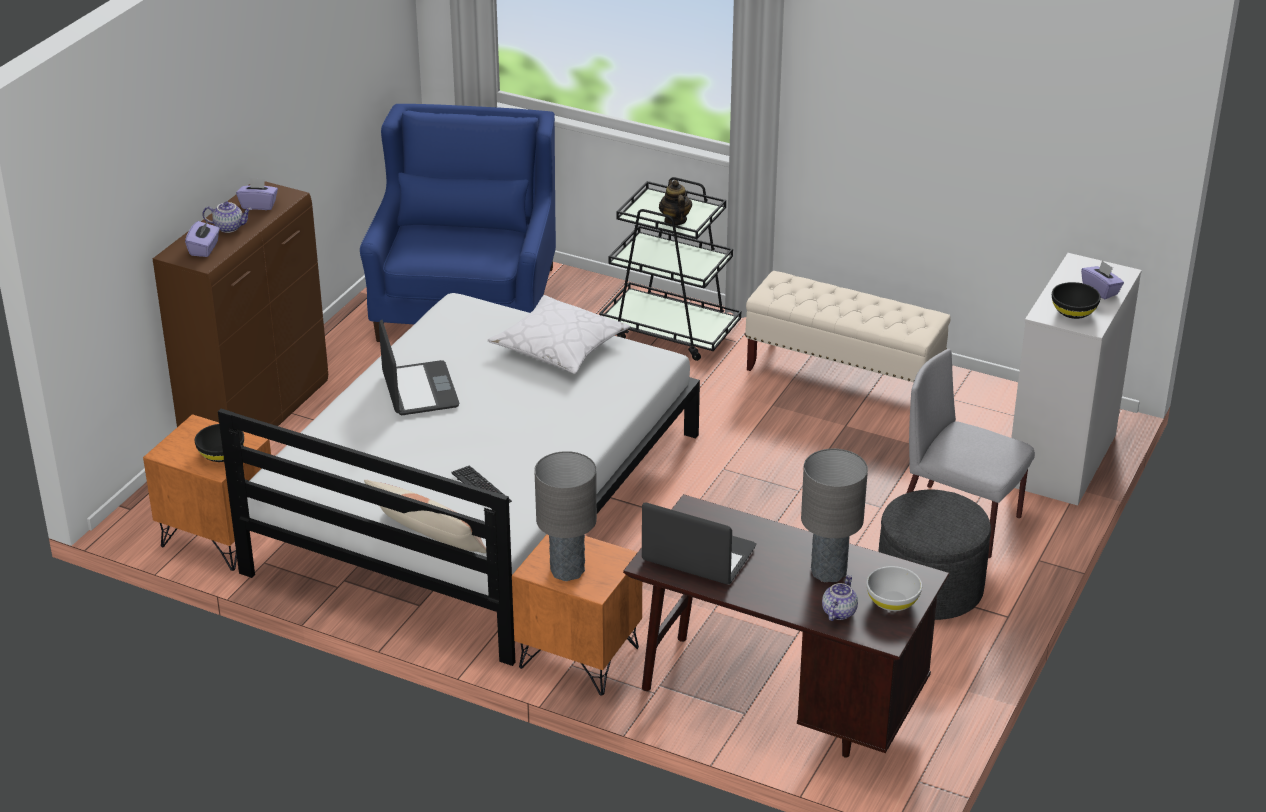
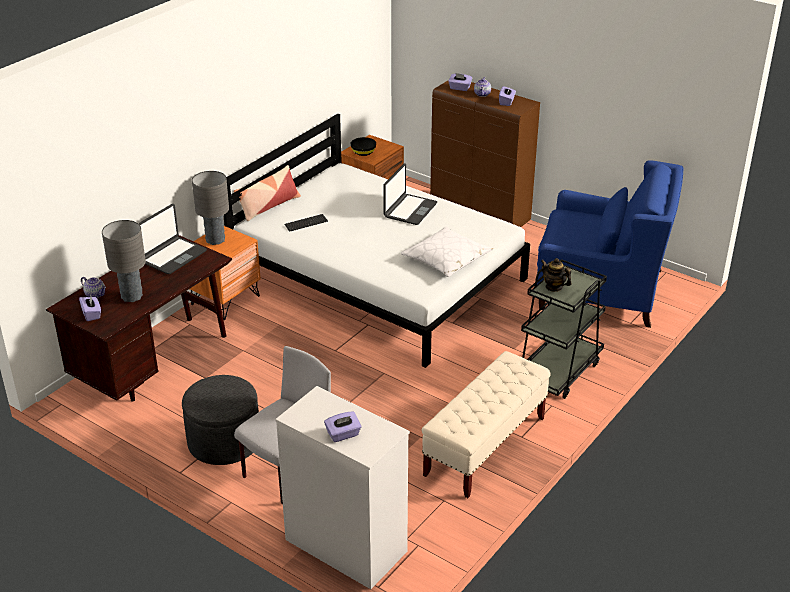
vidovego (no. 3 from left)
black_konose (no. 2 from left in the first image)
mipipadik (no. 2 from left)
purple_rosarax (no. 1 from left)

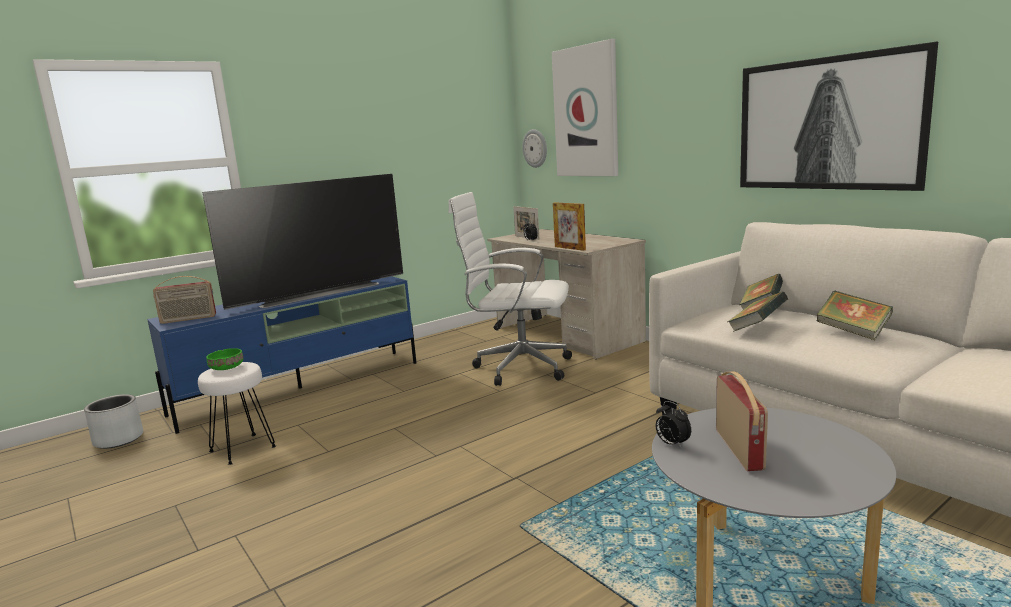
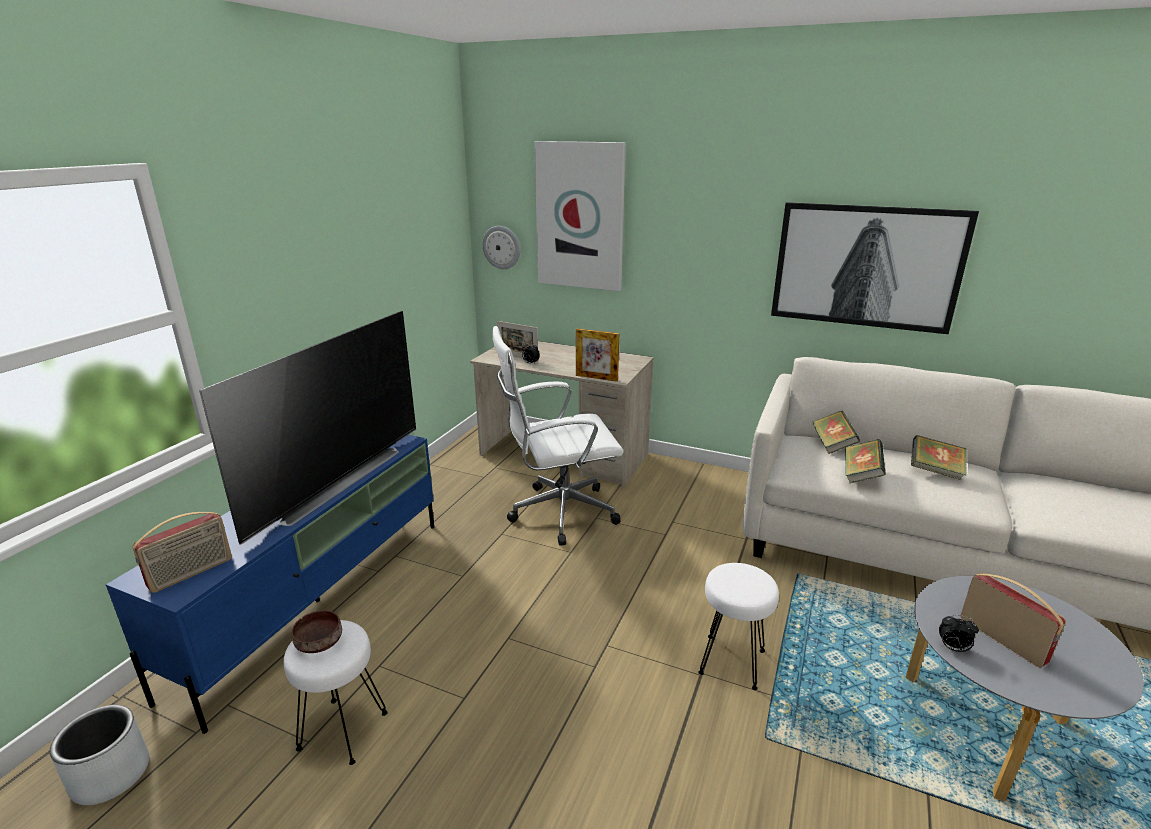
brown_konose
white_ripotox (no. 2 from left)

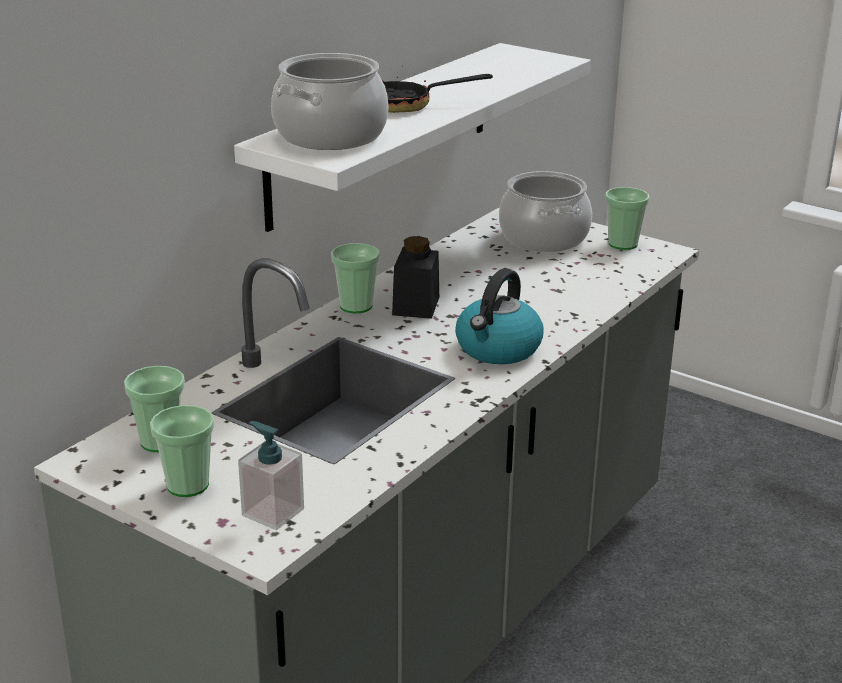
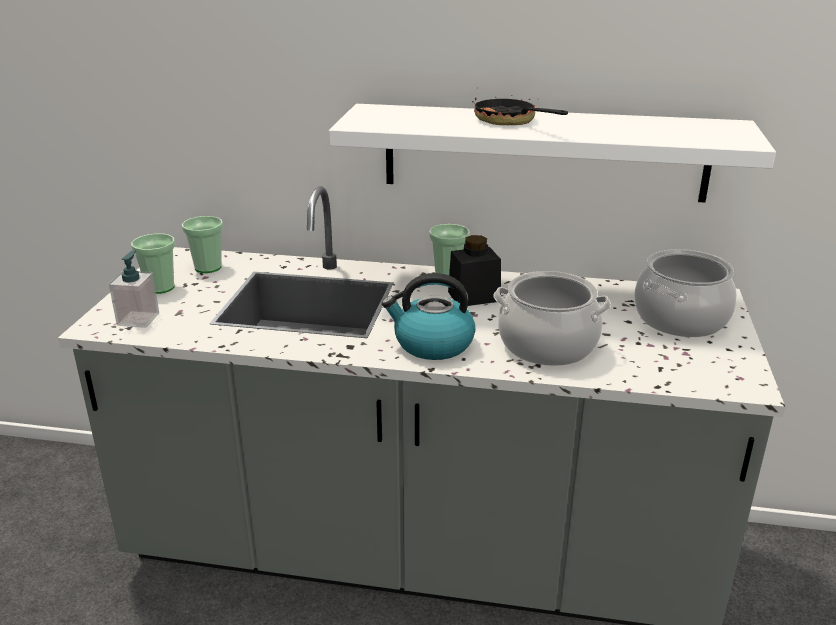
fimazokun (no. 1 from left)
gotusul (no. 4 from left in the first image)

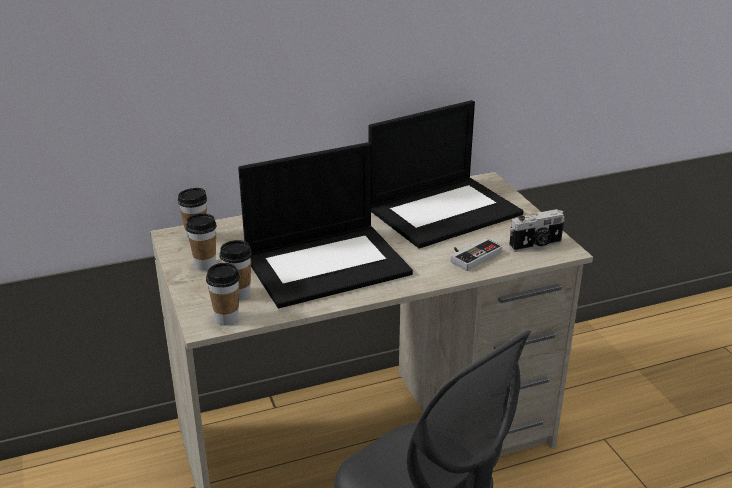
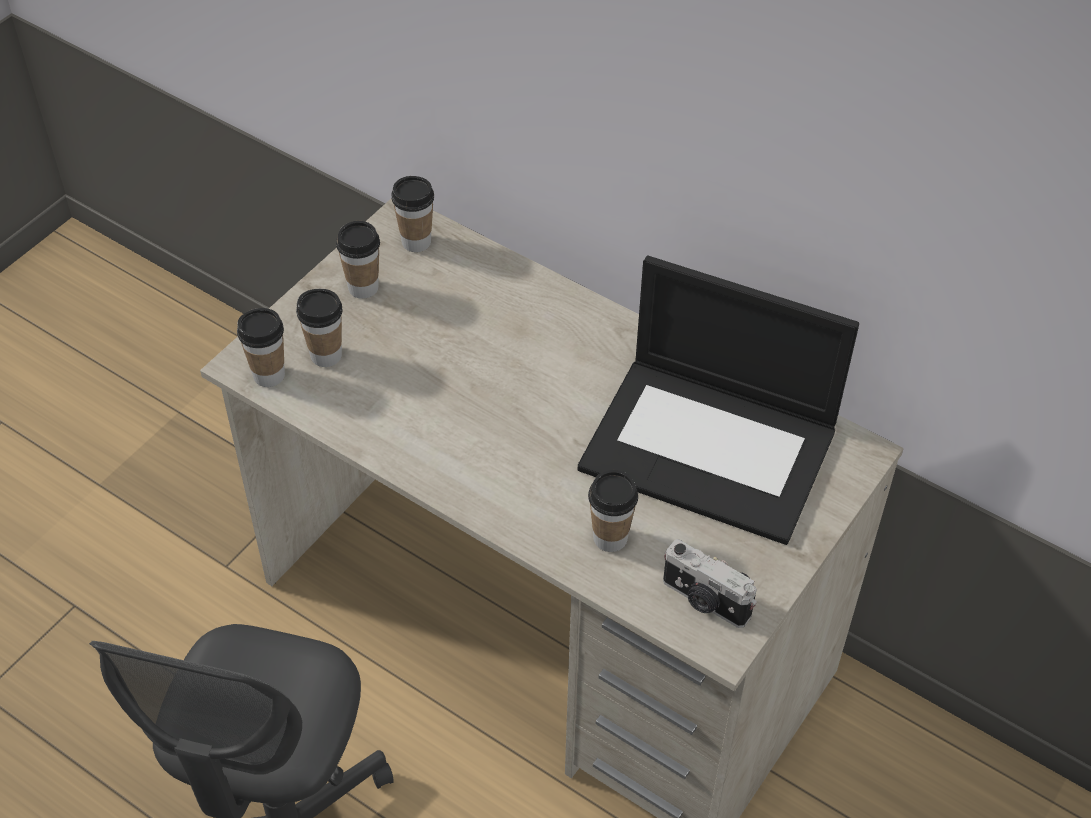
mipipadik (no. 1 from left in the first image)
gotusul (no. 5 from left)

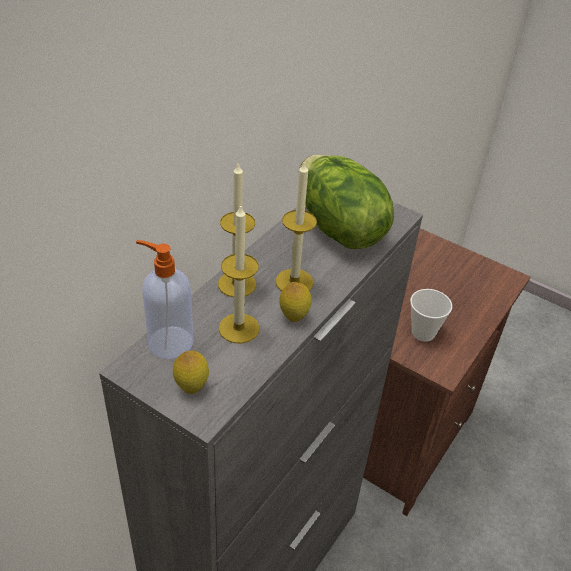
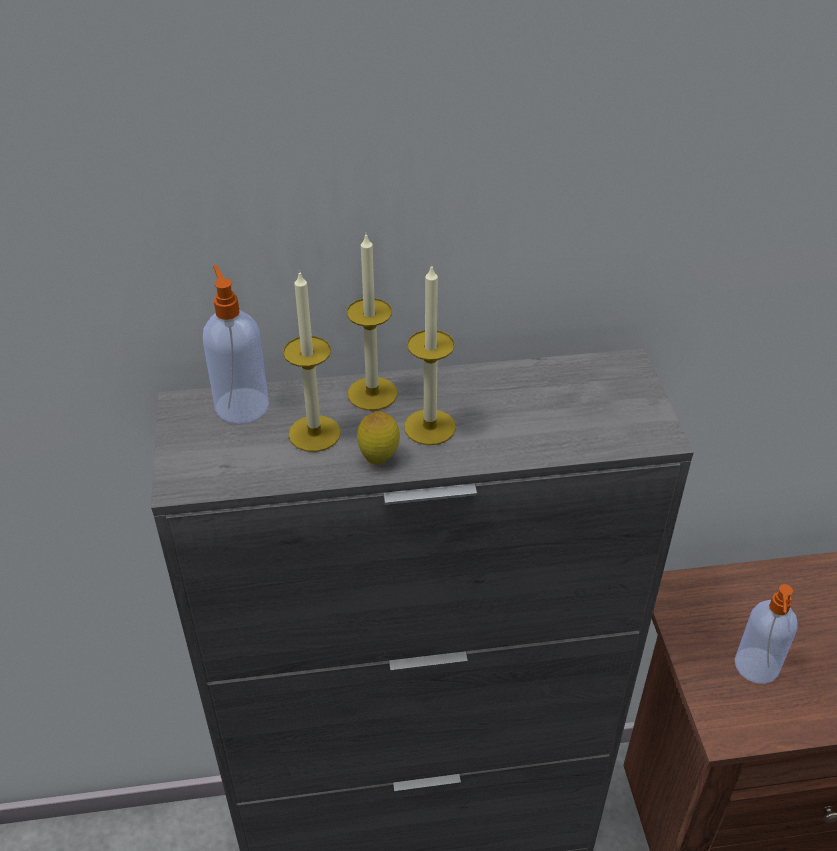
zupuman
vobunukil (no. 2 from left)
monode (no. 1 from left in the first image)

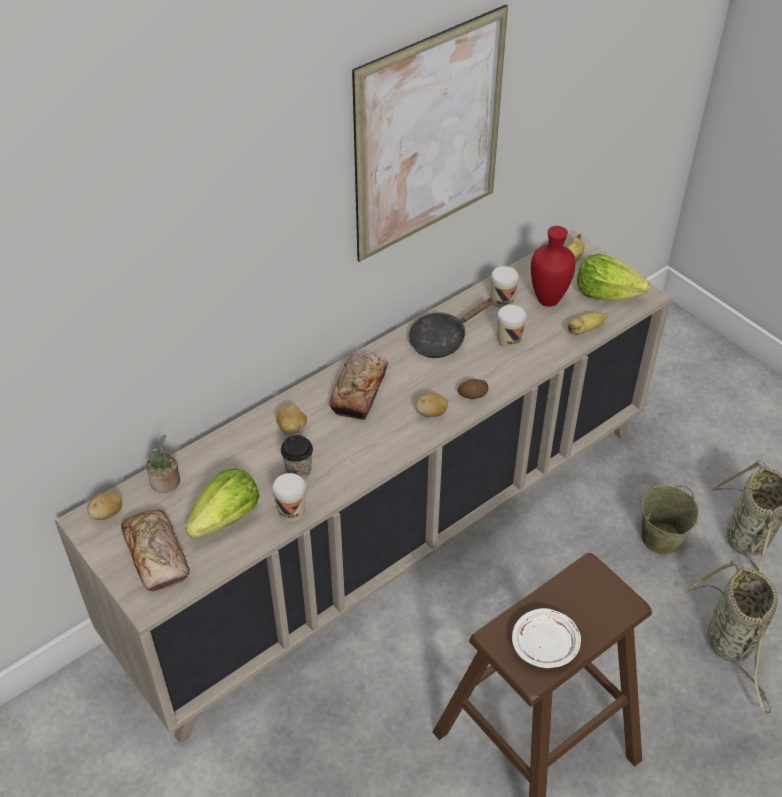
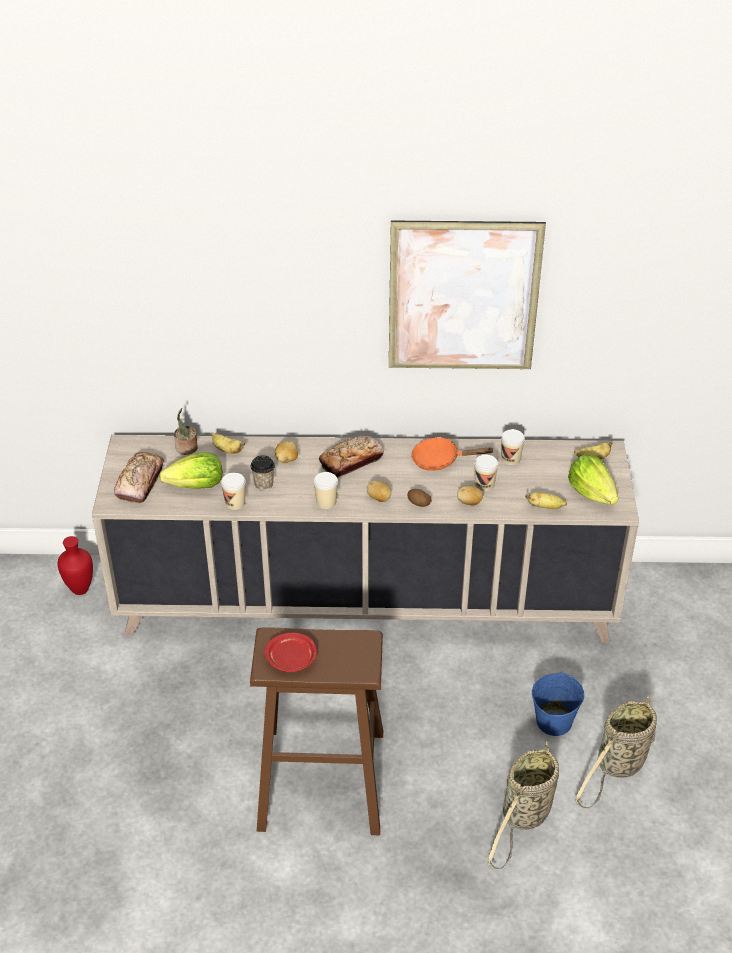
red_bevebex
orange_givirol
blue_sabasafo
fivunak (no. 4 from left)
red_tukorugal
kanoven (no. 1 from left)
gotusul (no. 3 from left)

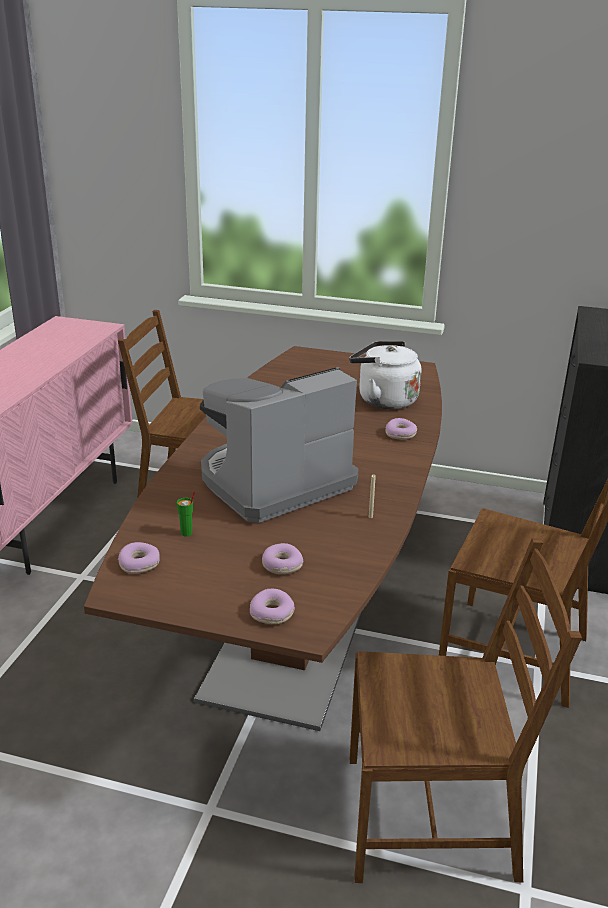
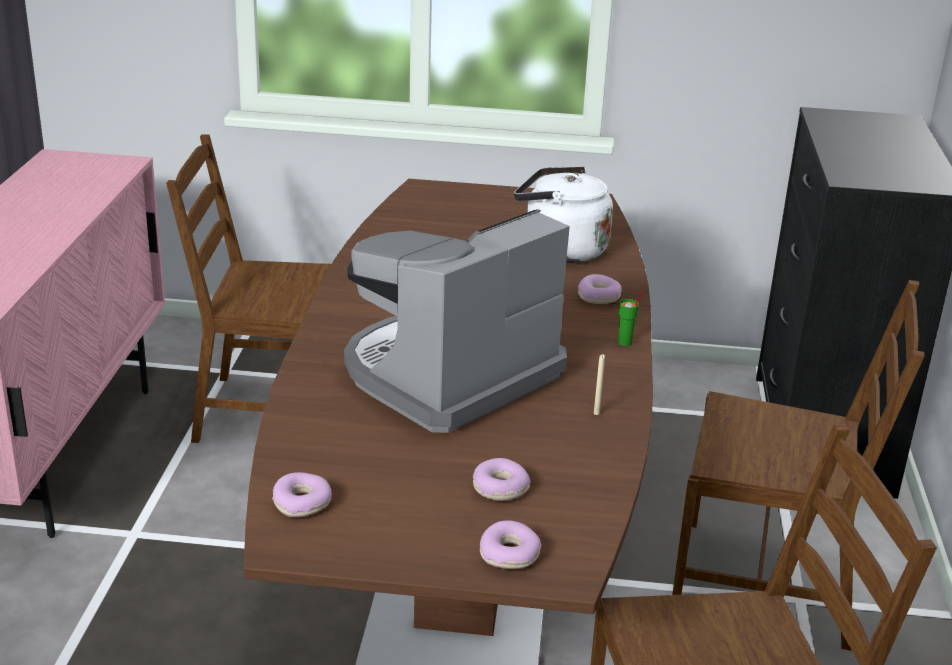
green_gotusul

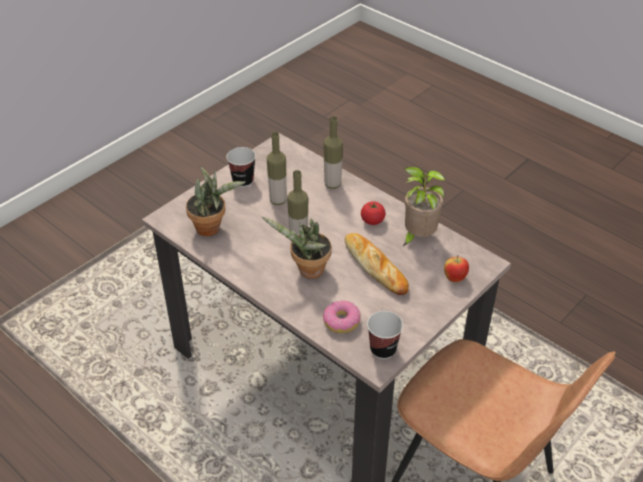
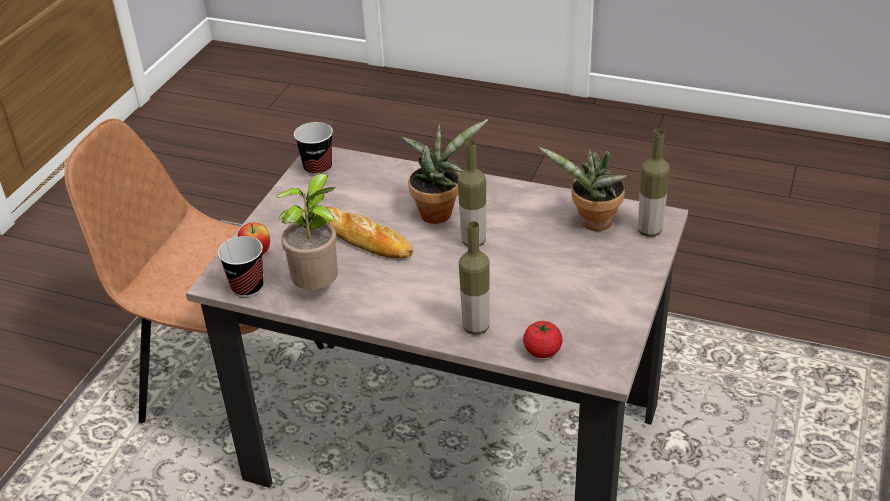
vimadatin (no. 3 from left)
gotusul (no. 1 from left)
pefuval
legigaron

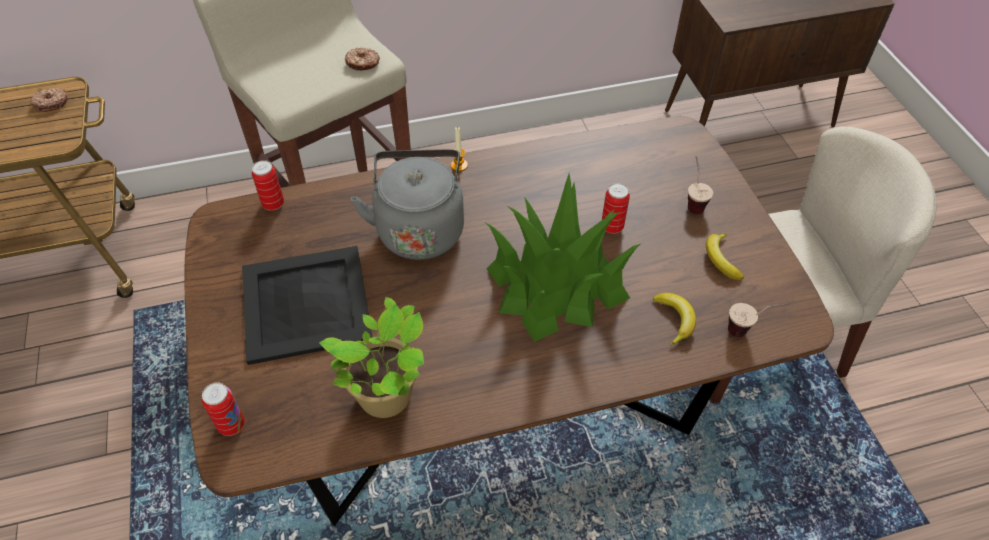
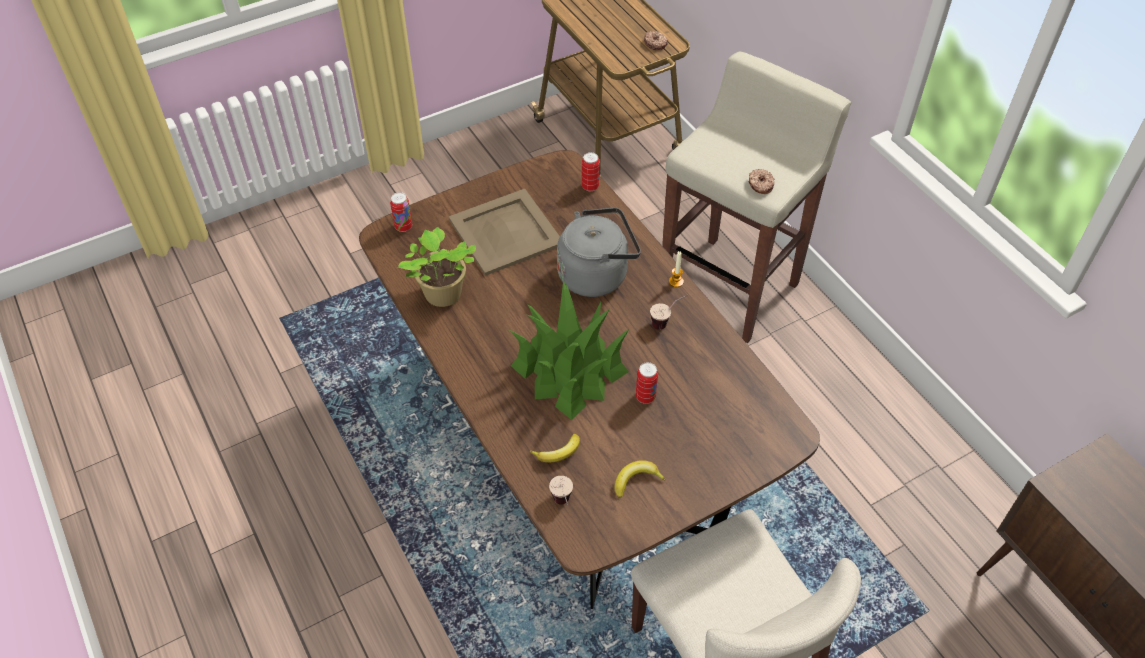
gotusul (no. 2 from left)
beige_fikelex

